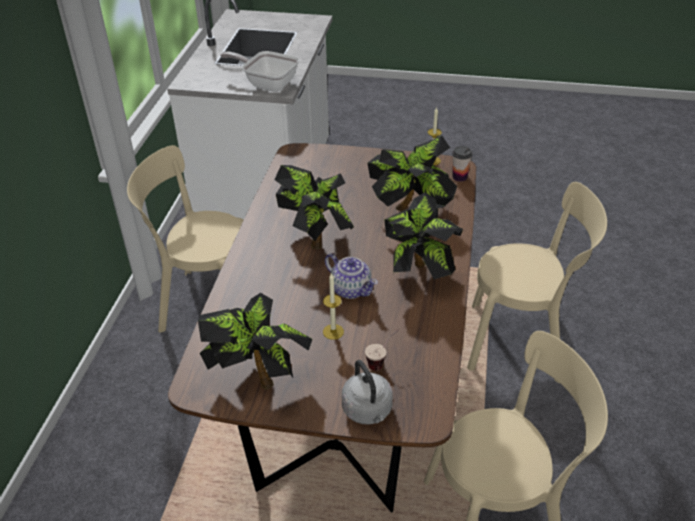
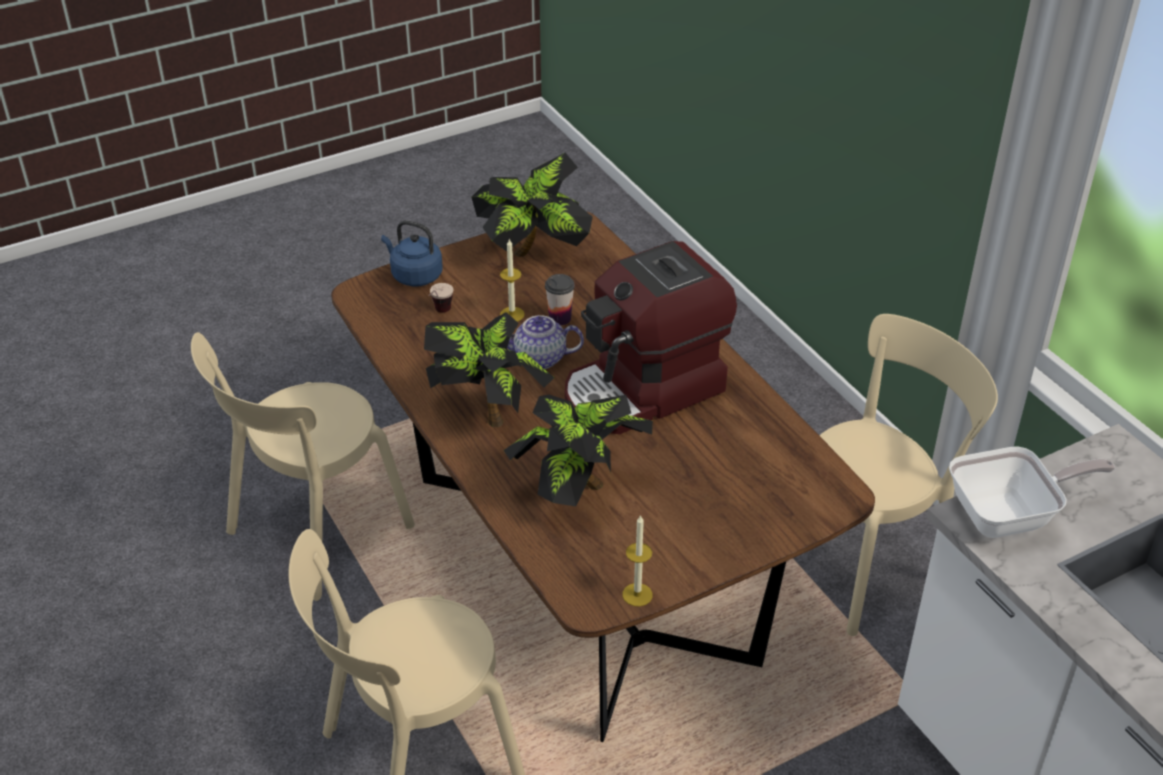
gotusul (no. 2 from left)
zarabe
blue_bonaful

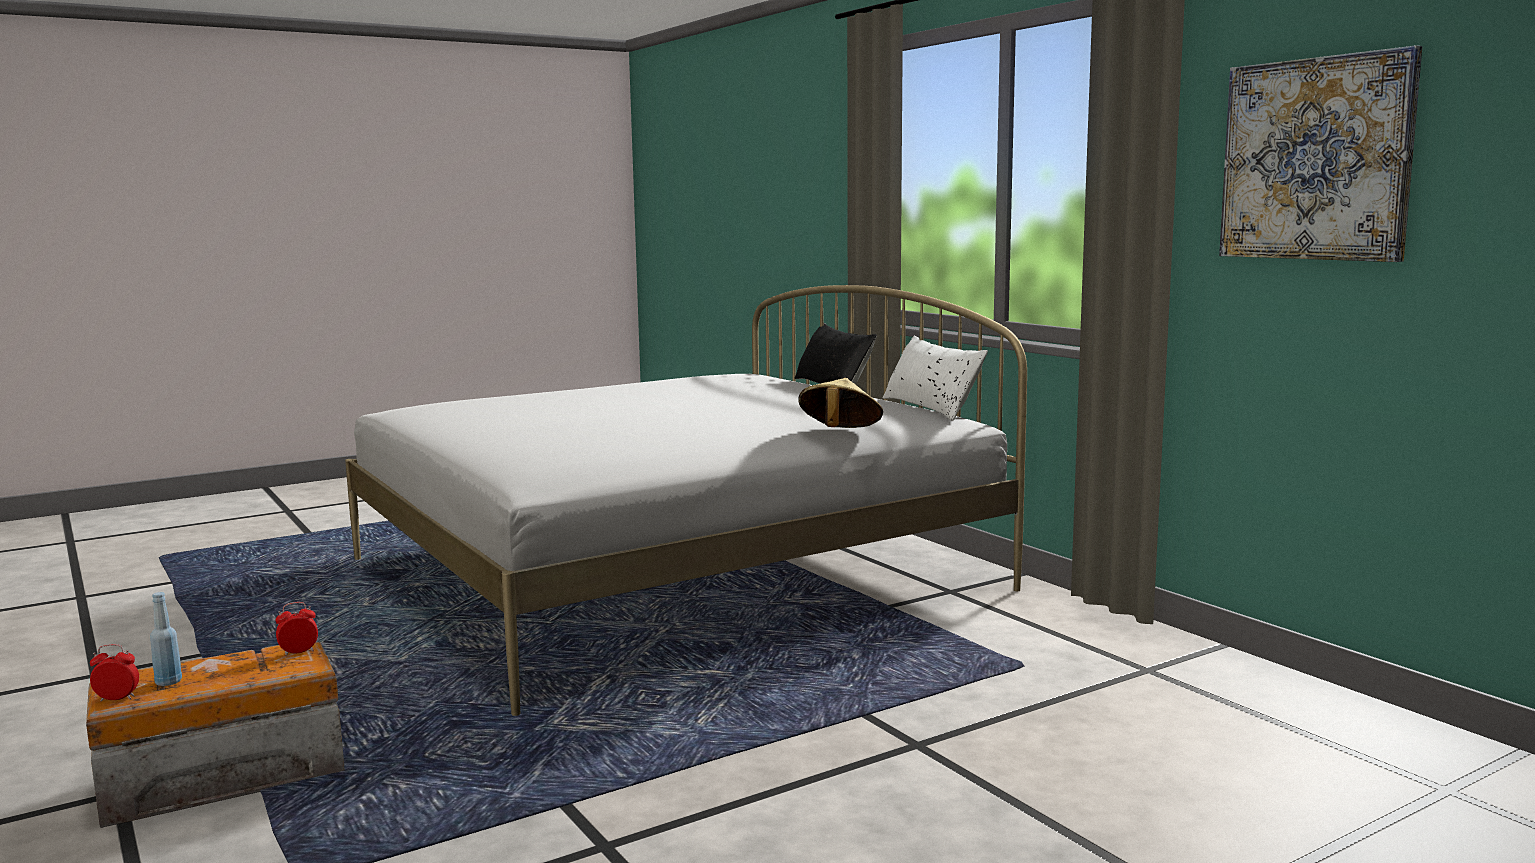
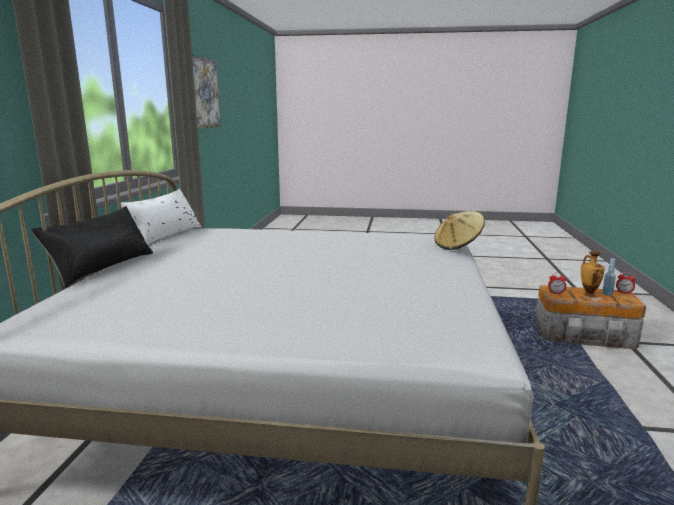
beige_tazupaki
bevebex

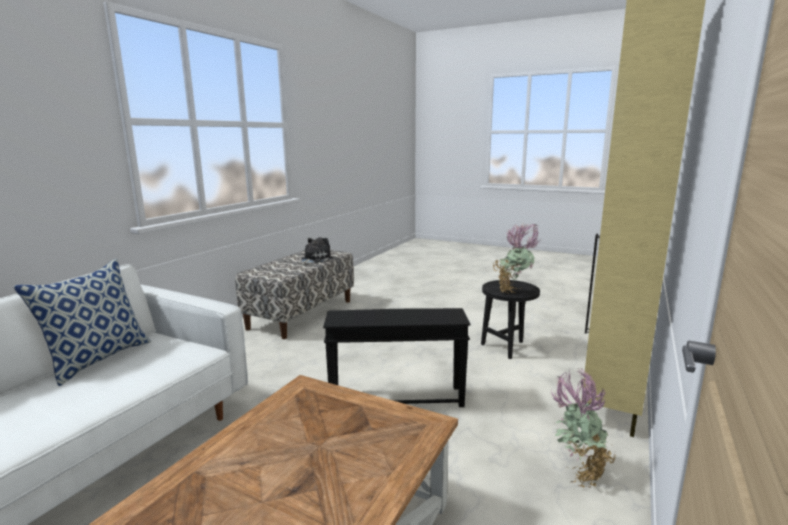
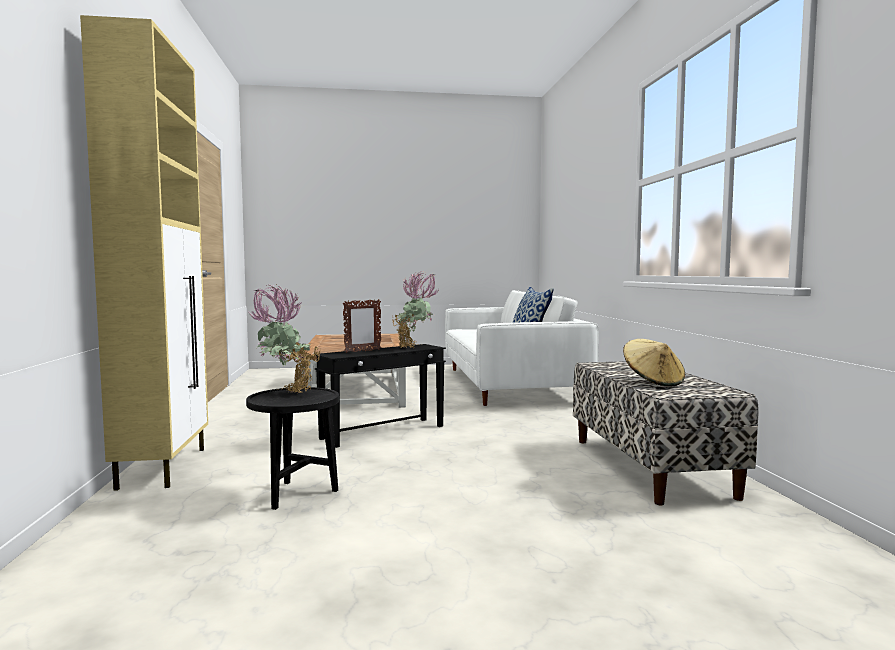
beige_tazupaki
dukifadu (no. 2 from left)
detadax

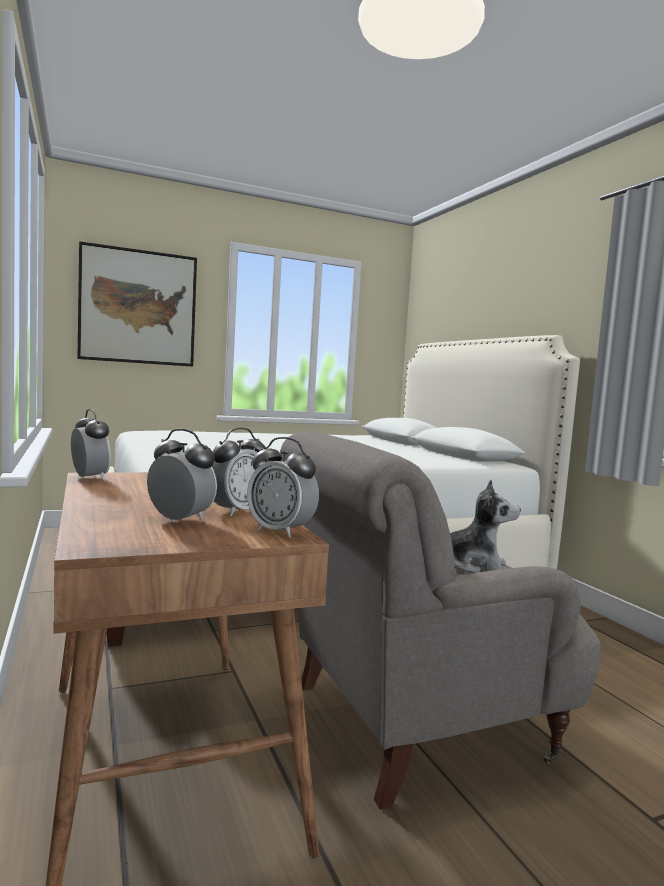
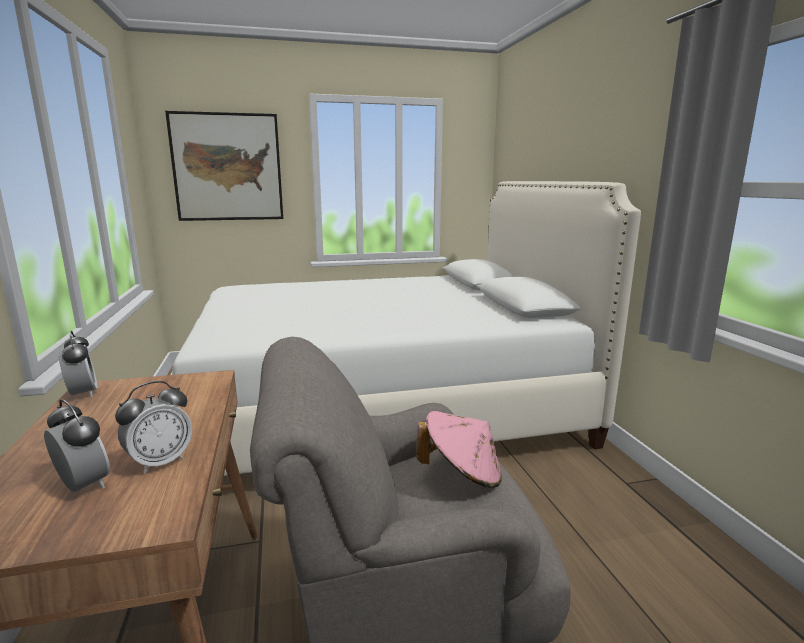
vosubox (no. 4 from left in the first image)
pink_tazupaki

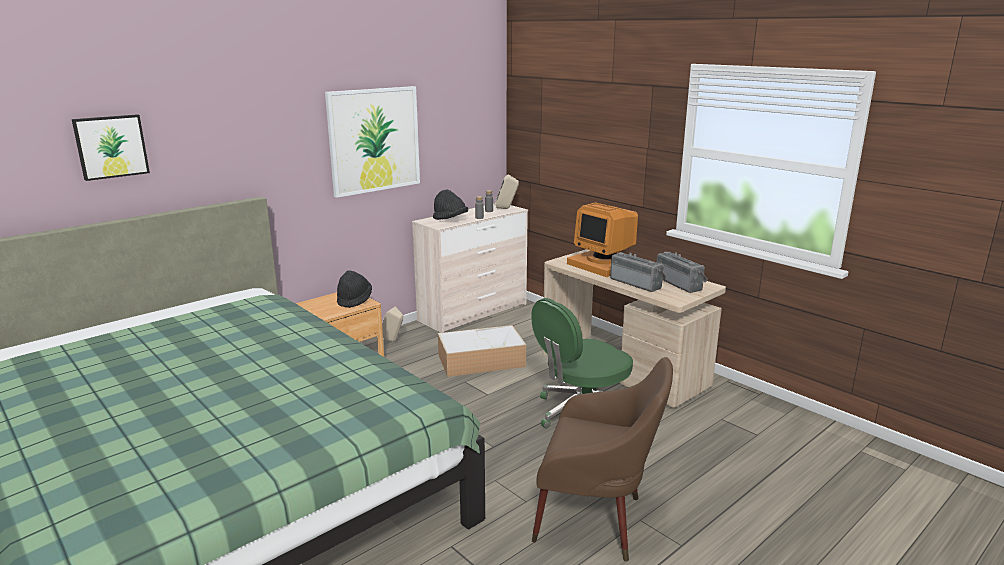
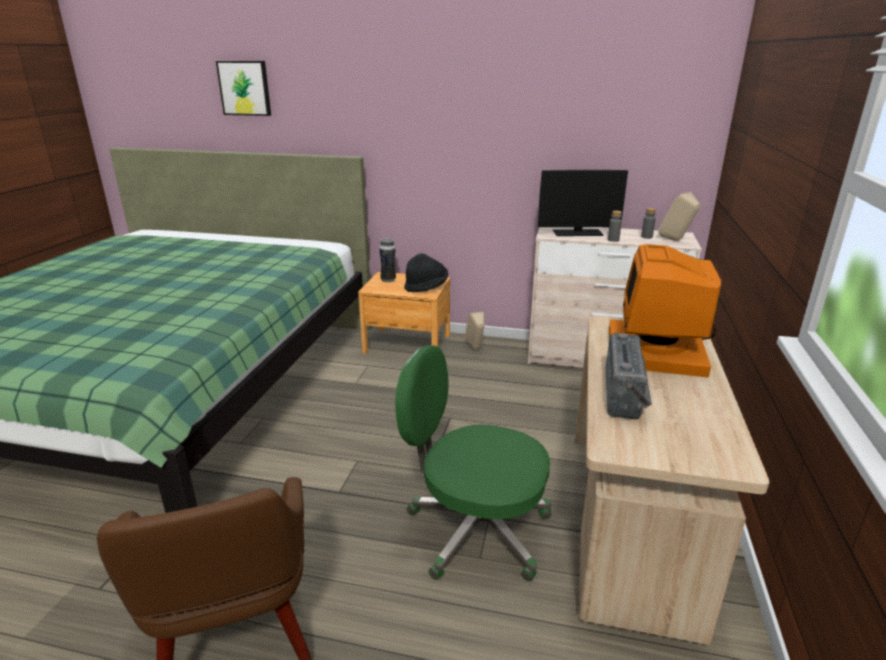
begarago (no. 2 from left in the first image)
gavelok (no. 1 from left)
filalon (no. 2 from left in the first image)
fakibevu
bevebex

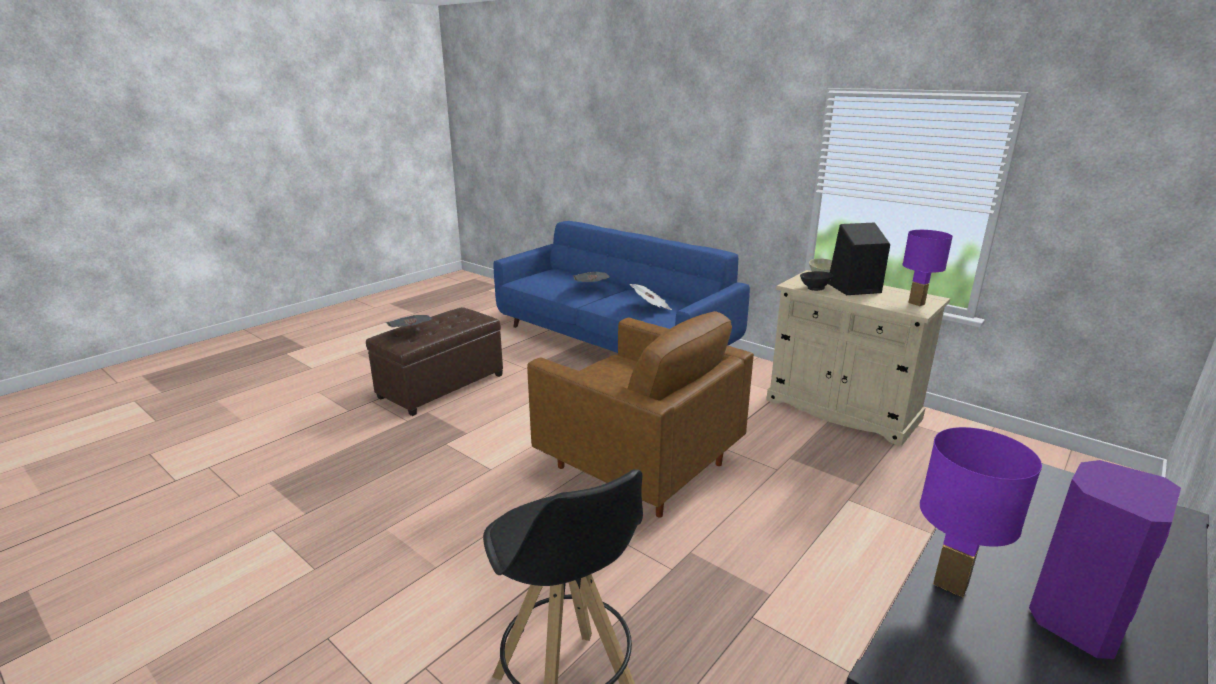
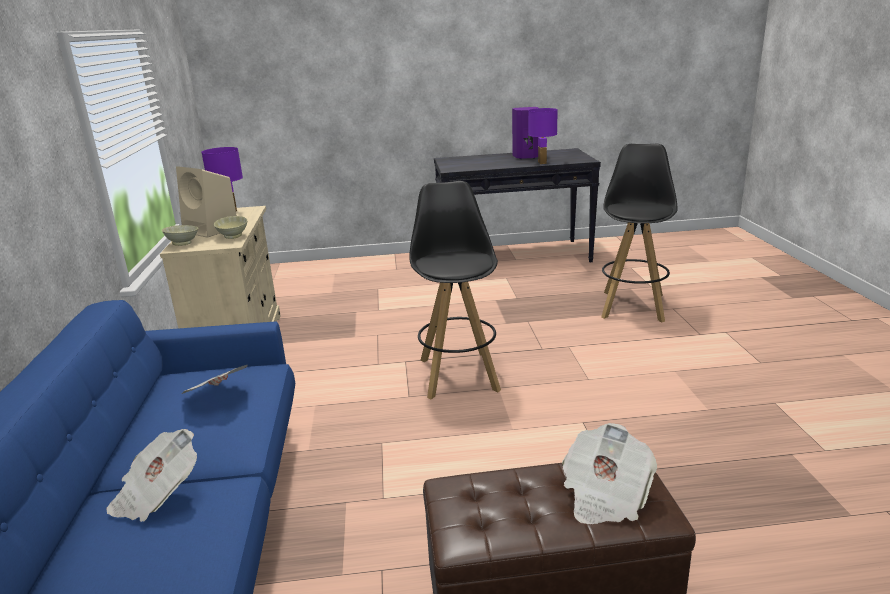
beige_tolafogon
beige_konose (no. 2 from left)
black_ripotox (no. 1 from left)

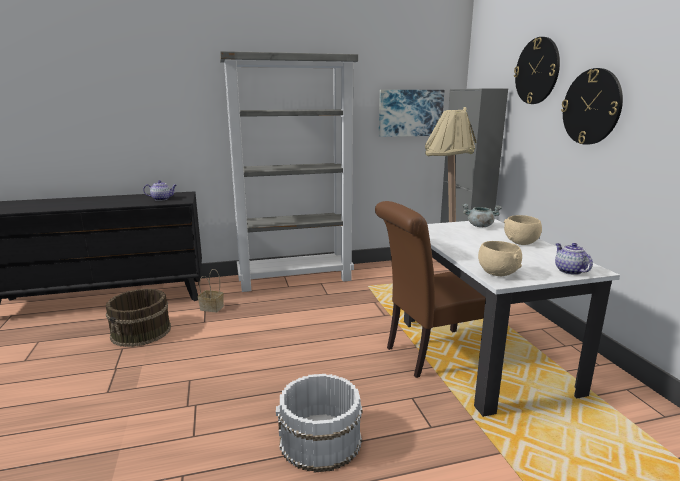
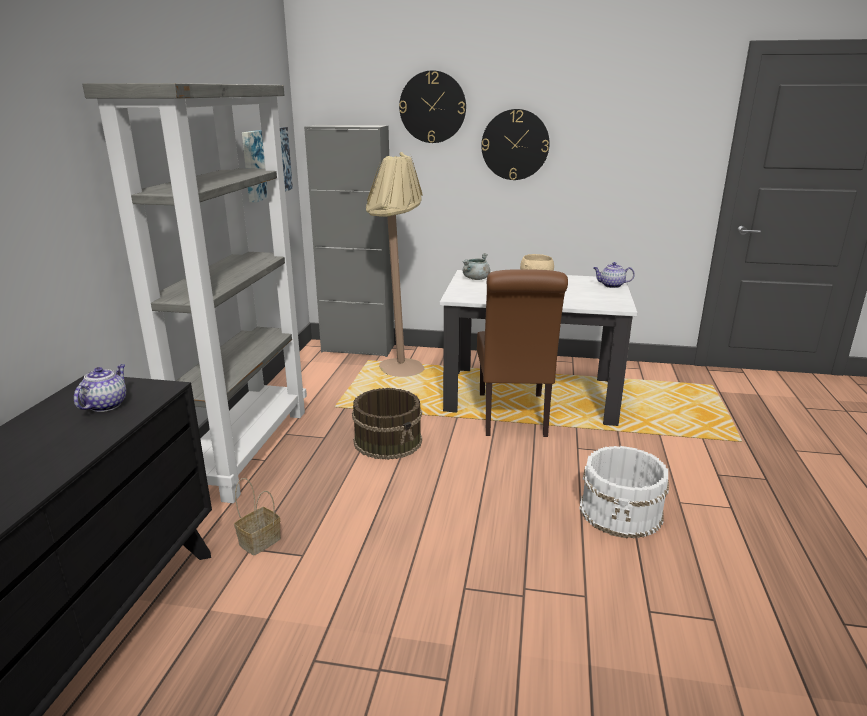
beige_konose (no. 1 from left in the first image)
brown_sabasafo

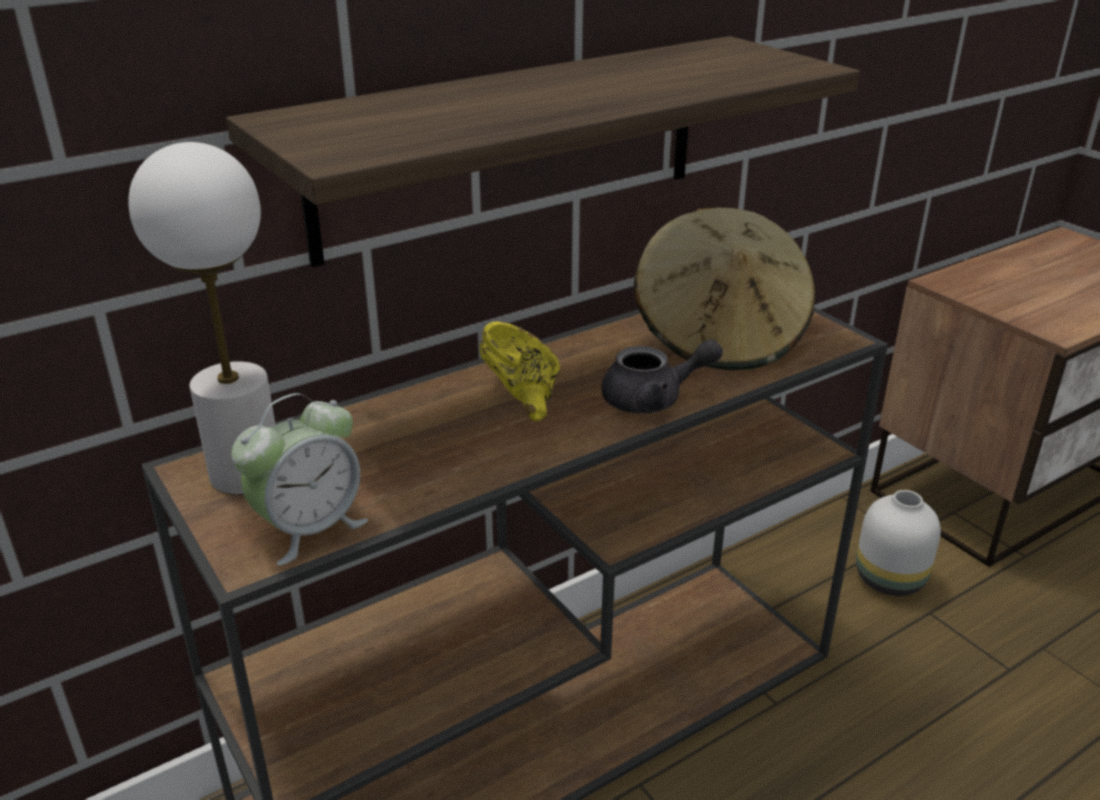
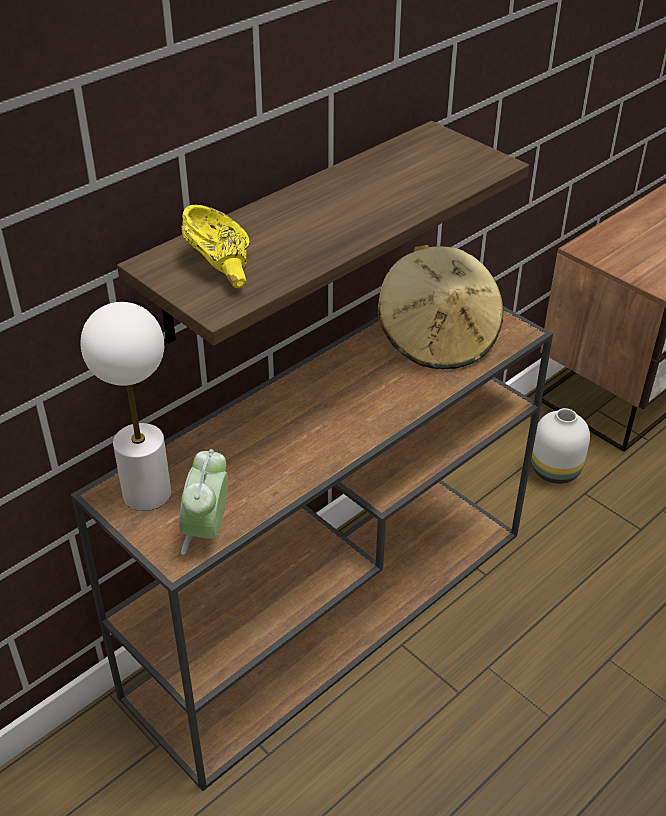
yellow_konose
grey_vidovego
vosubox

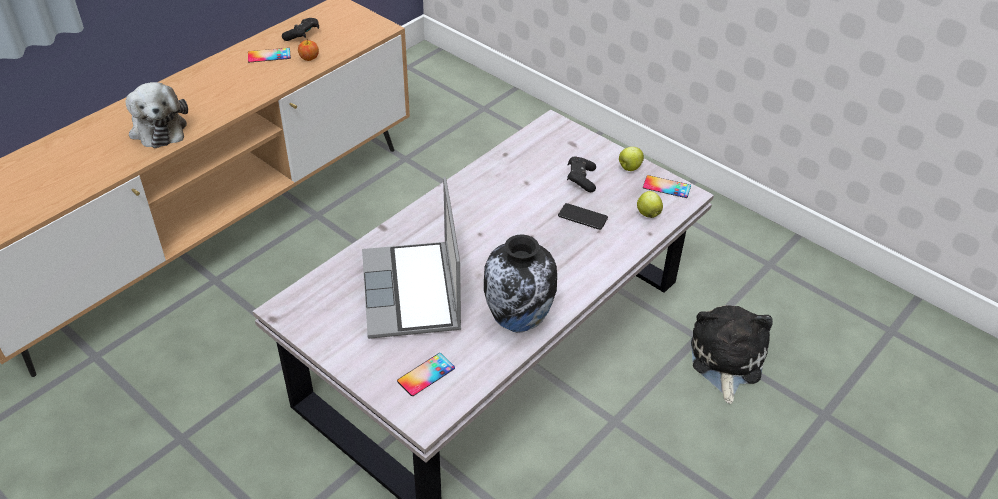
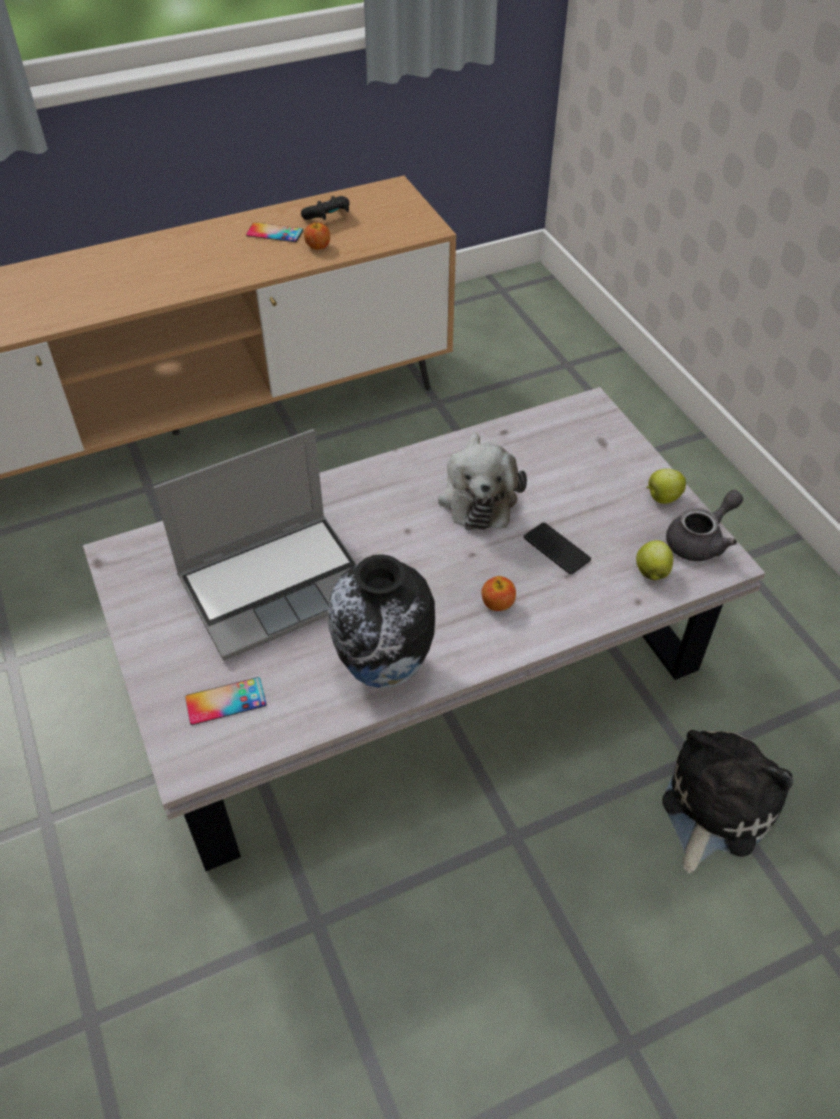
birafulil (no. 1 from left)
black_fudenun (no. 2 from left in the first image)
grey_vidovego
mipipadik
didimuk (no. 2 from left)

